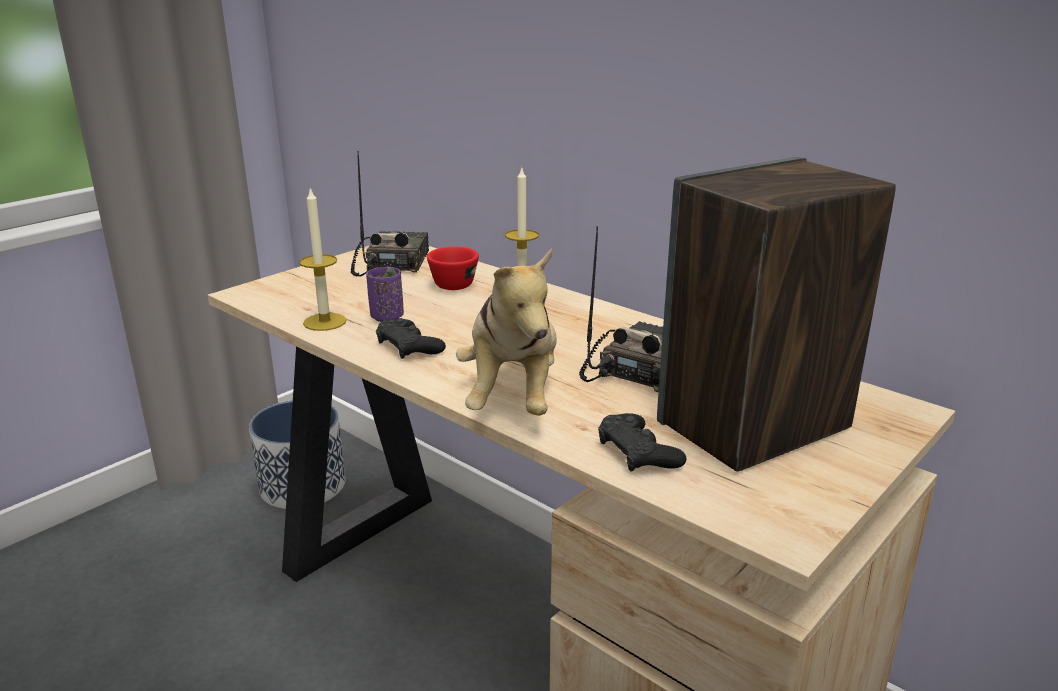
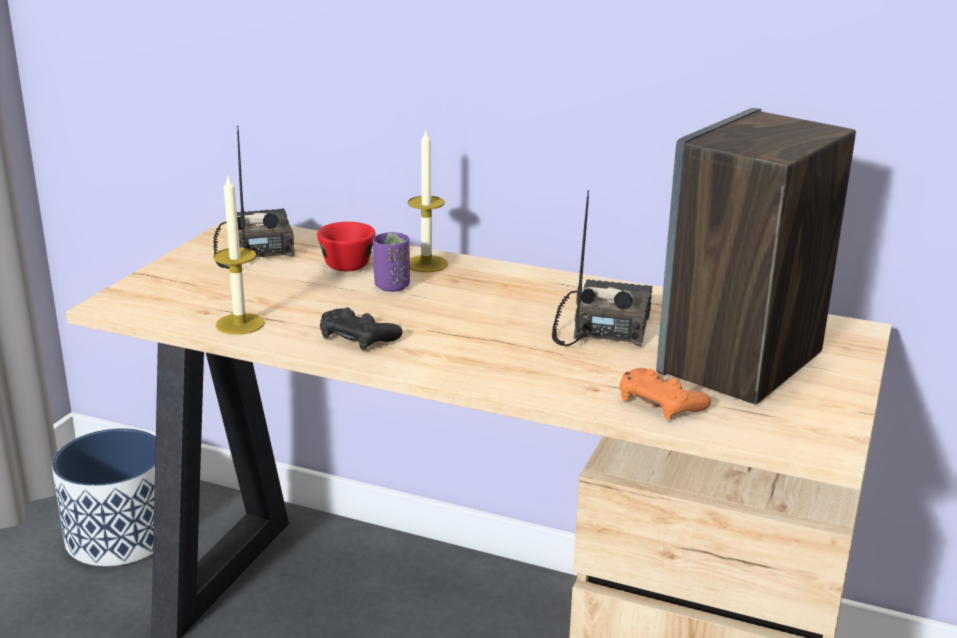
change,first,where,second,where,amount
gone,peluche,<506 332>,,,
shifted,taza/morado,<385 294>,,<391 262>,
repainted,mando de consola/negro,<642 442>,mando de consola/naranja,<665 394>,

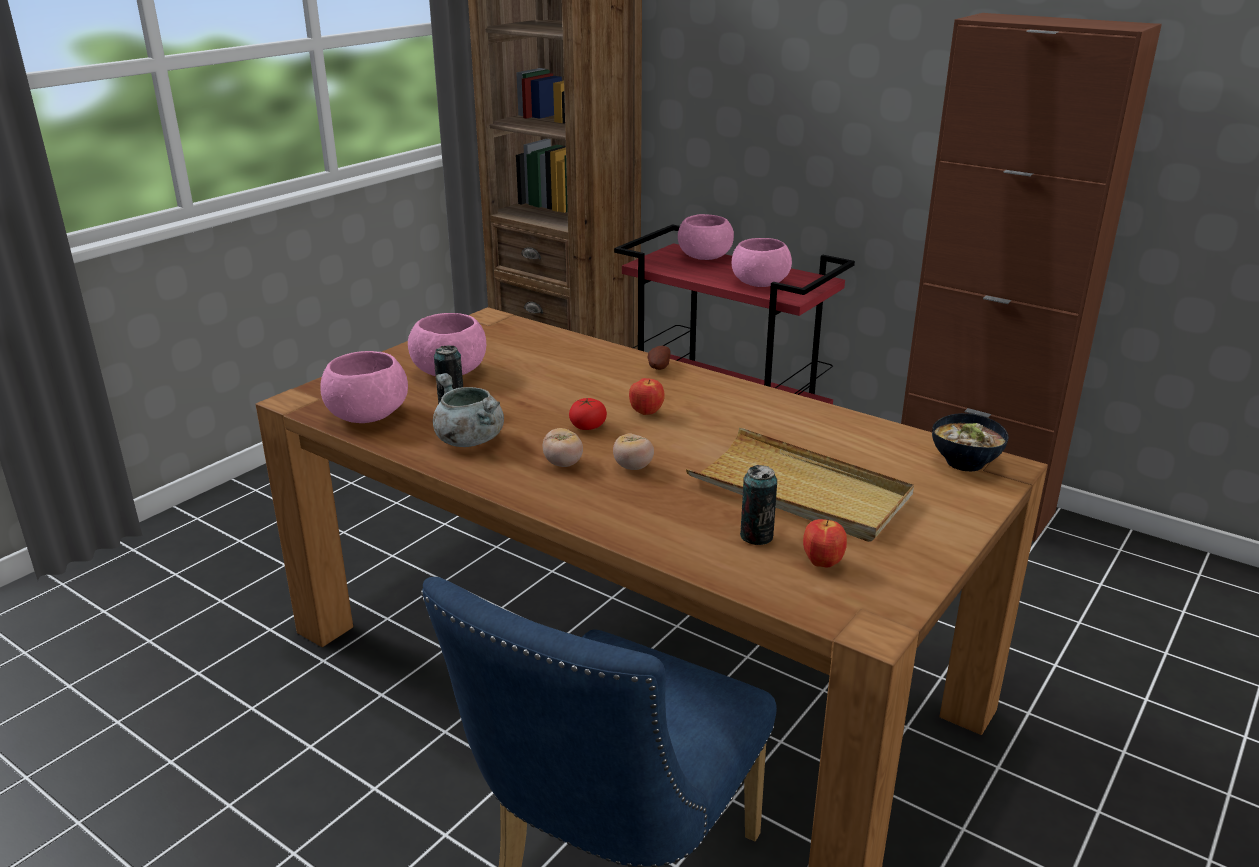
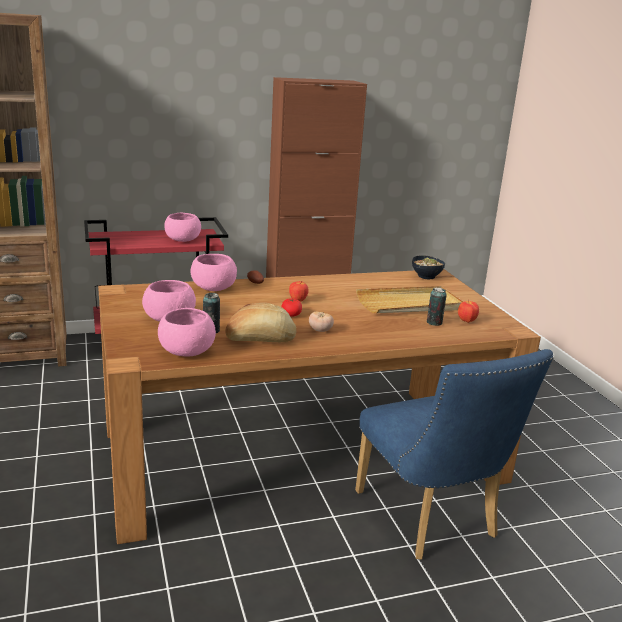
change,first,where,second,where,amount
gone,tomate,<633 451>,,,
shifted,cuenco/rosa,<706 237>,,<213 272>,
swapped,olla/gris,<468 410>,pan,<260 322>,

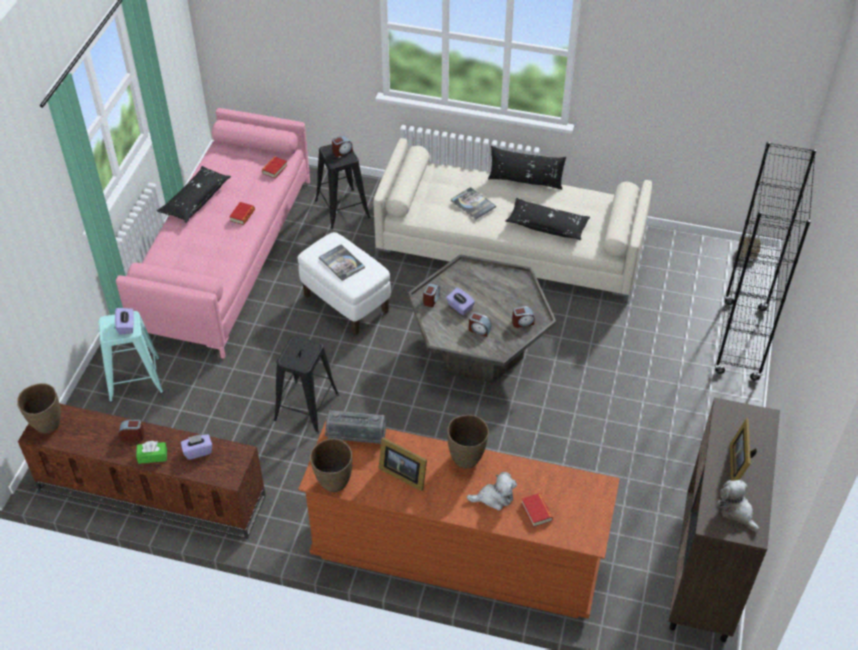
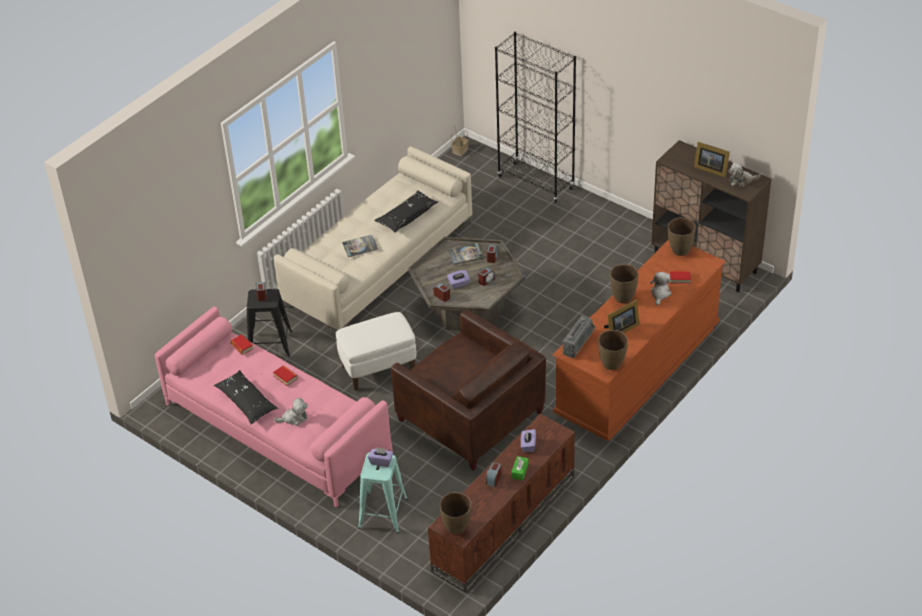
change,first,where,second,where,amount
gone,cojín/negro,<527 168>,,,
new,,,peluche,<291 412>,
new,,,florero/marrón,<682 236>,
shifted,libro,<342 262>,,<466 254>,
swapped,taburete/negro,<306 385>,sillón/marrón,<468 390>,

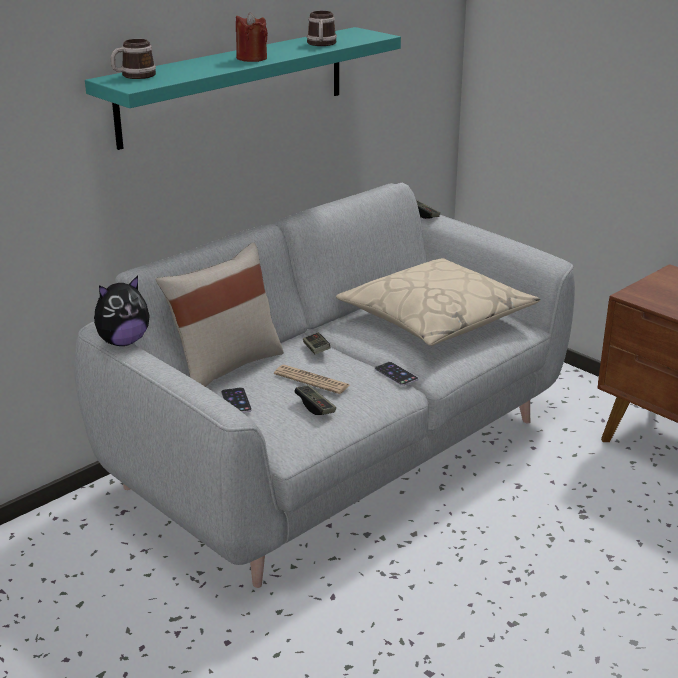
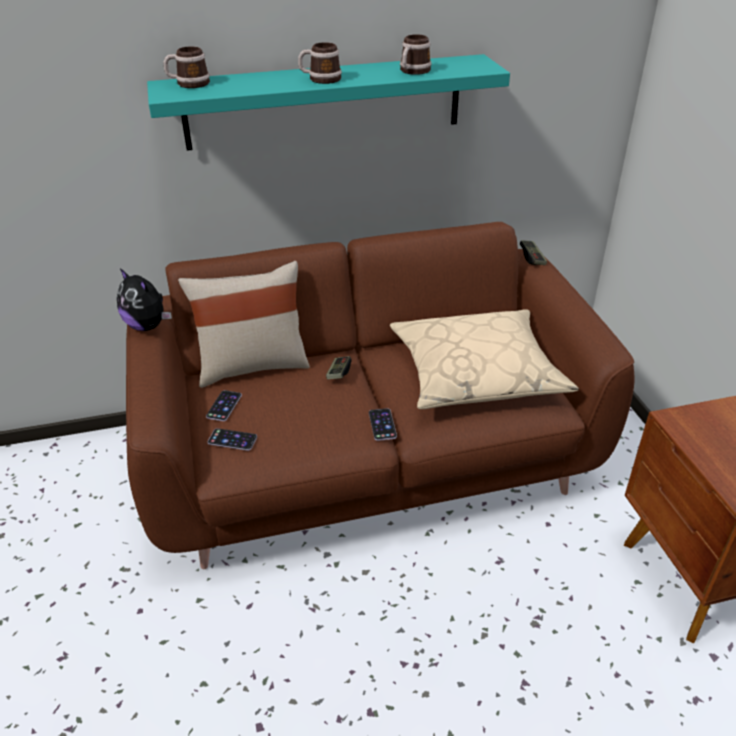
change,first,where,second,where,amount
gone,periódico,<312 379>,,,
gone,mando de consola,<315 400>,,,
new,,,móvil,<232 439>,
swapped,vela/rojo,<252 37>,taza grande,<320 63>,
repainted,sofá/gris,<324 385>,sofá/marrón,<380 395>,
rotated,peluche,<122 311>,,<144 299>,45 degrees clockwise

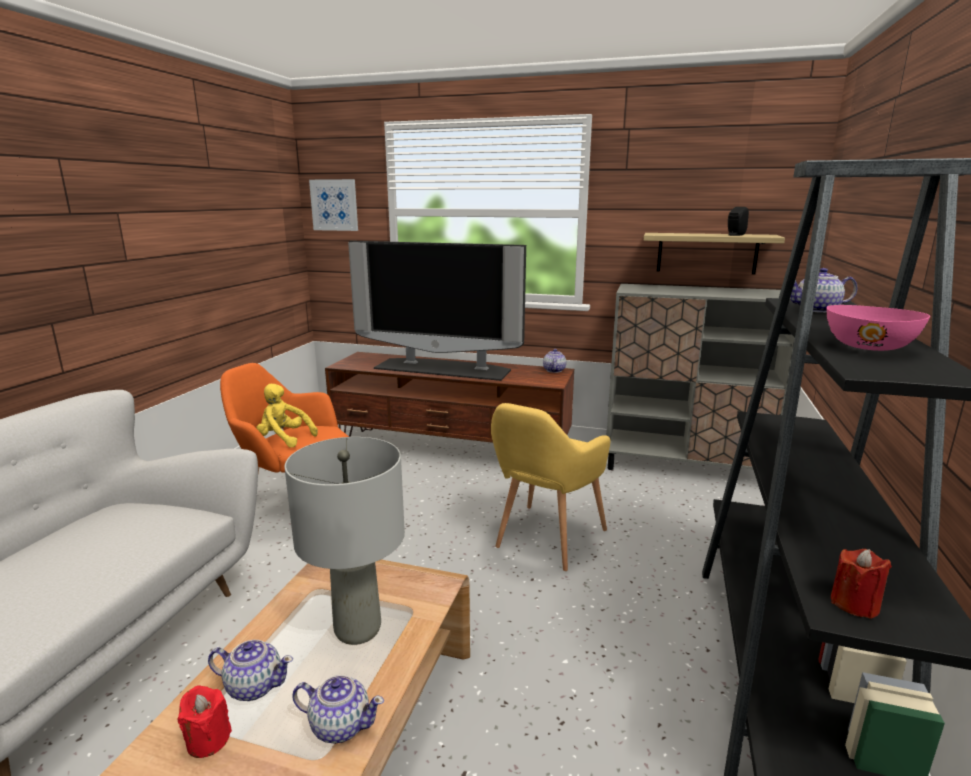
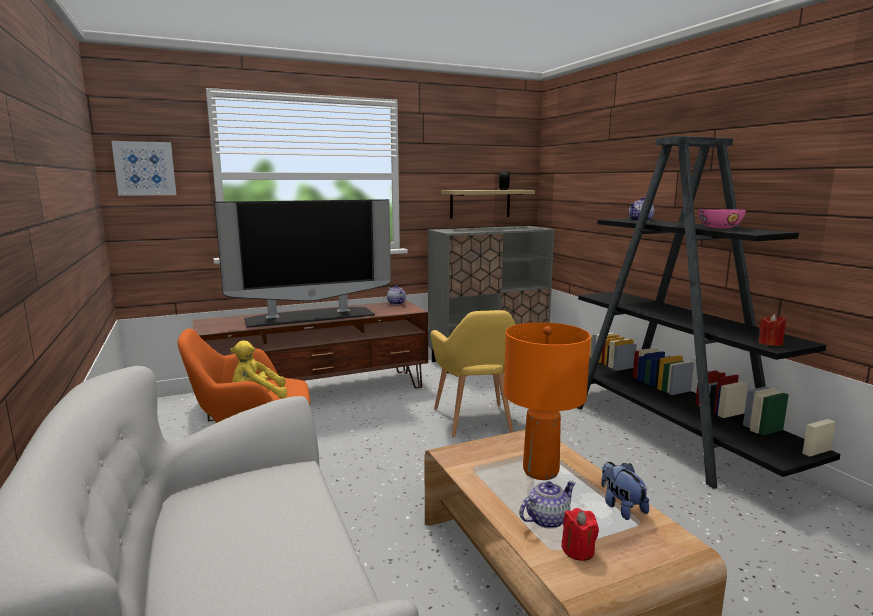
change,first,where,second,where,amount
swapped,tetera,<338 709>,peluche,<625 491>,
repainted,lámpara de mesa/gris,<344 541>,lámpara de mesa/naranja,<547 401>,

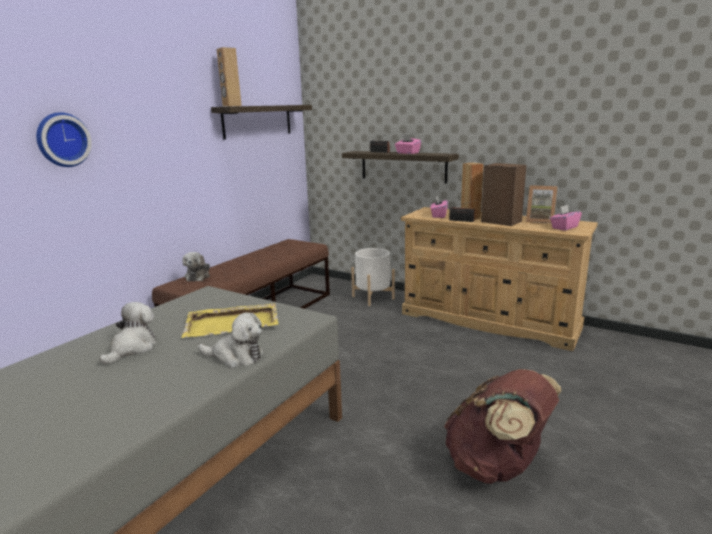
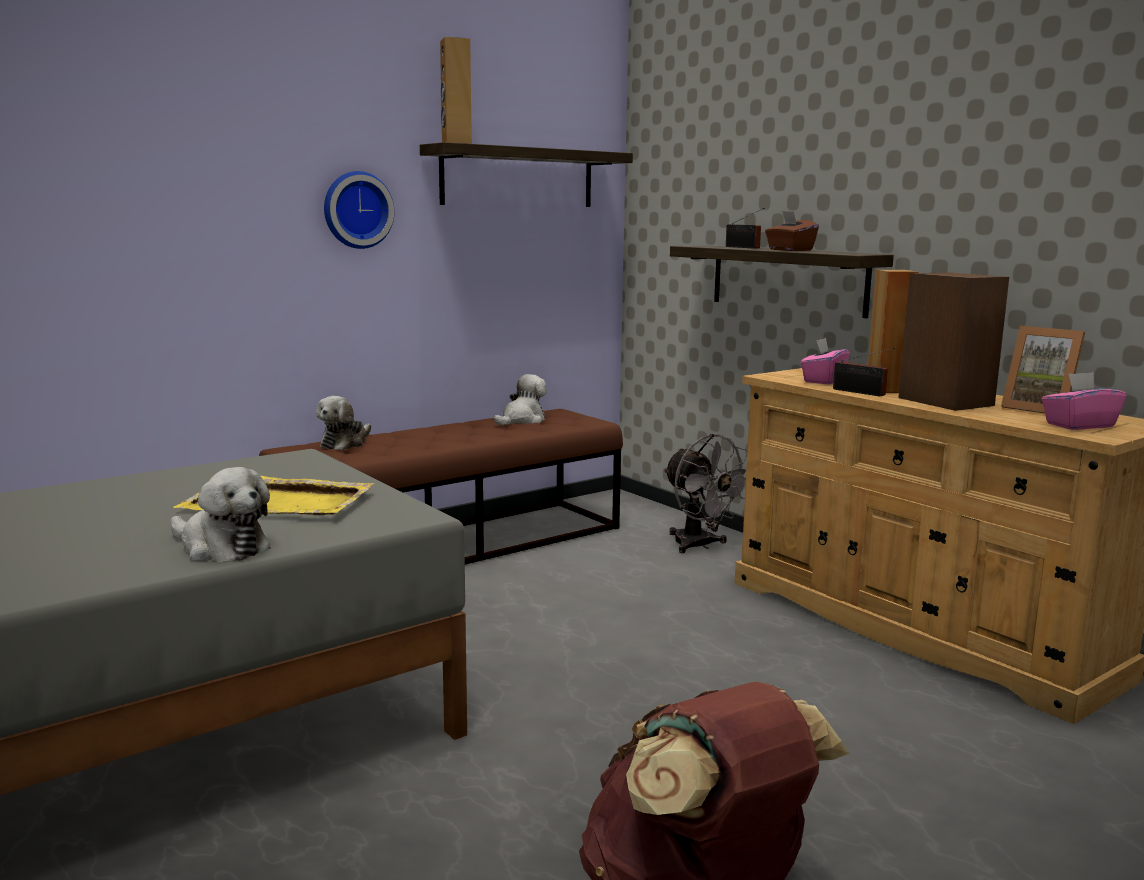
change,first,where,second,where,amount
shifted,reloj de pared,<64 139>,,<359 210>,
shifted,peluche,<127 333>,,<520 399>,
swapped,maceta/blanco,<373 277>,ventilador/gris,<706 493>,
repainted,caja de pañuelos/rosa,<408 144>,caja de pañuelos/marrón,<792 231>,

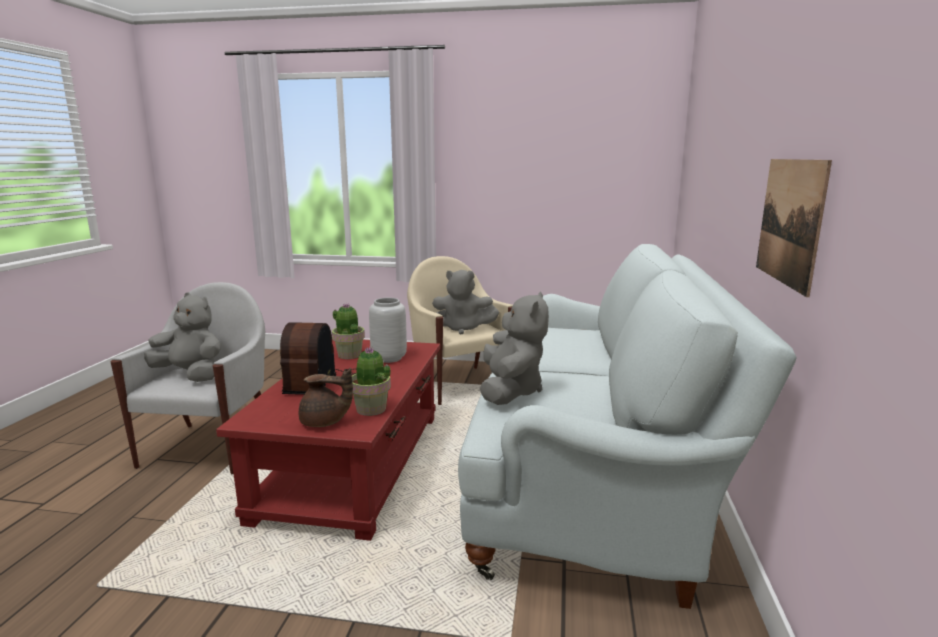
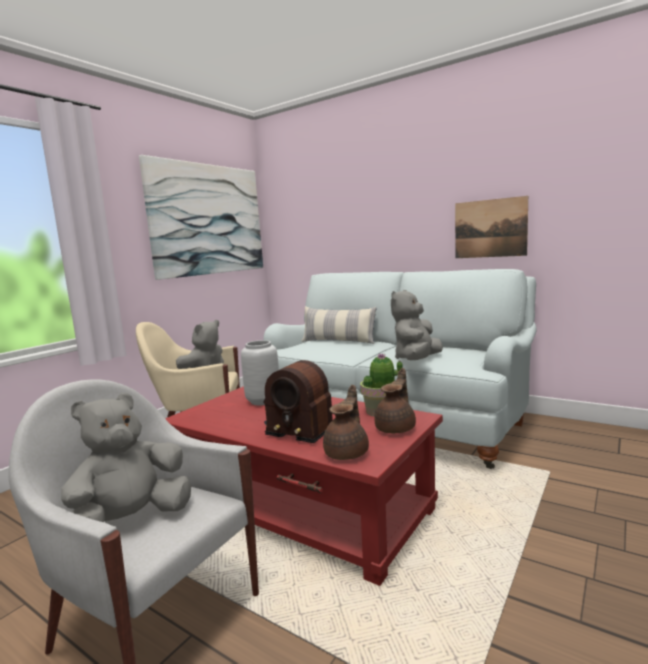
change,first,where,second,where,amount
gone,planta en maceta,<348 331>,,,
new,,,cuadro,<201 217>,
new,,,cojín,<339 325>,
new,,,tetera/marrón,<346 422>,
rotated,peluche/gris,<514 348>,,<417 325>,90 degrees counterclockwise

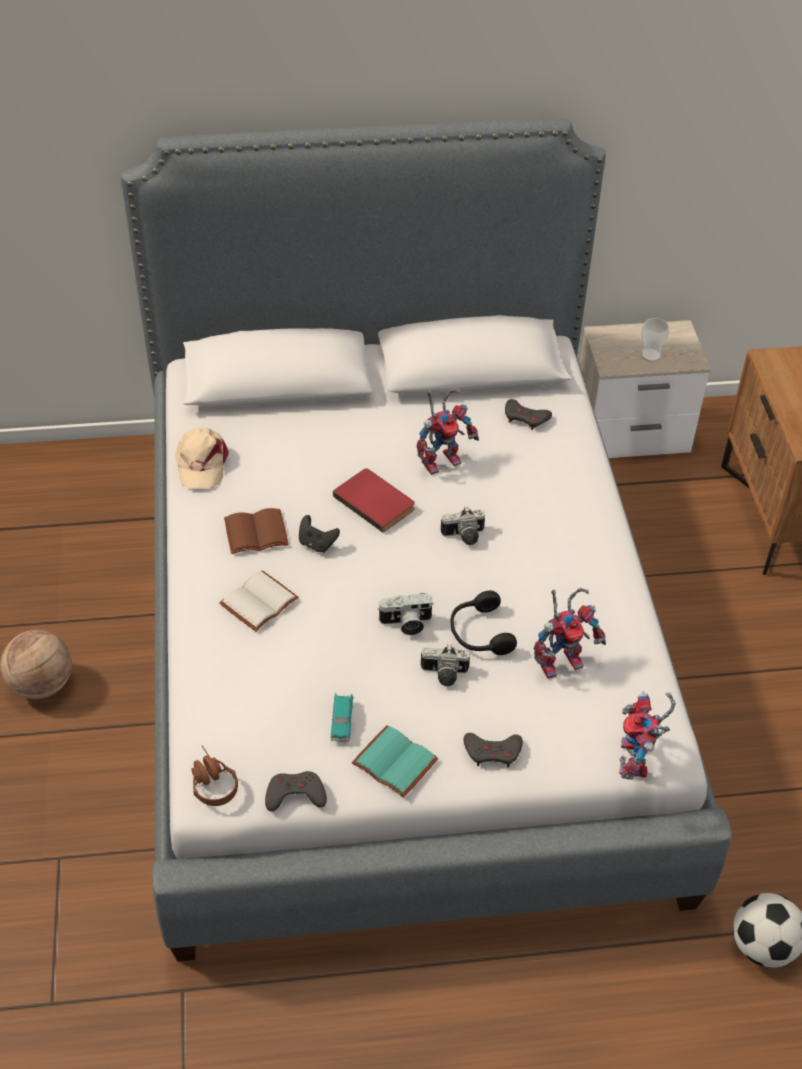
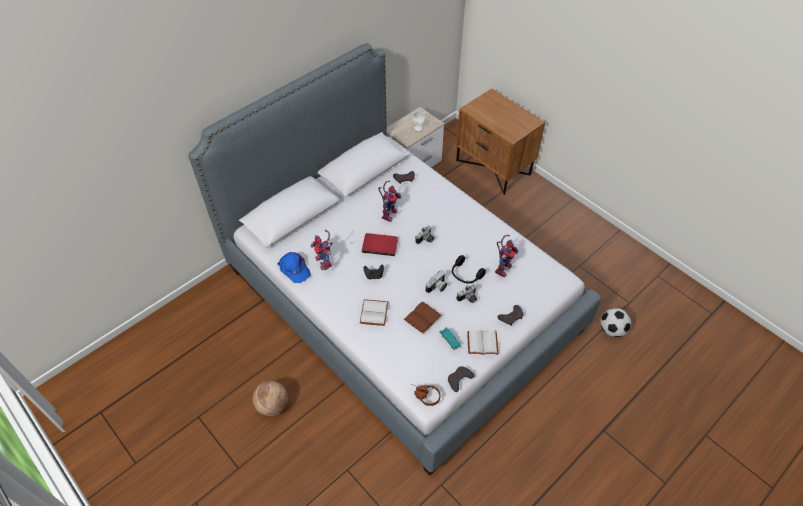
change,first,where,second,where,amount
shifted,libro/marrón,<256 531>,,<423 317>,
shifted,robot de juguete,<647 735>,,<322 250>,
repainted,gorra/beis,<202 458>,gorra/azul,<294 267>,
repainted,libro/turquesa,<395 761>,libro/blanco,<482 342>,

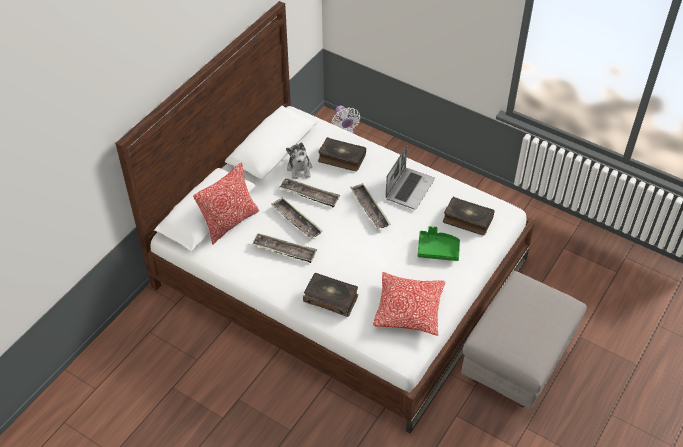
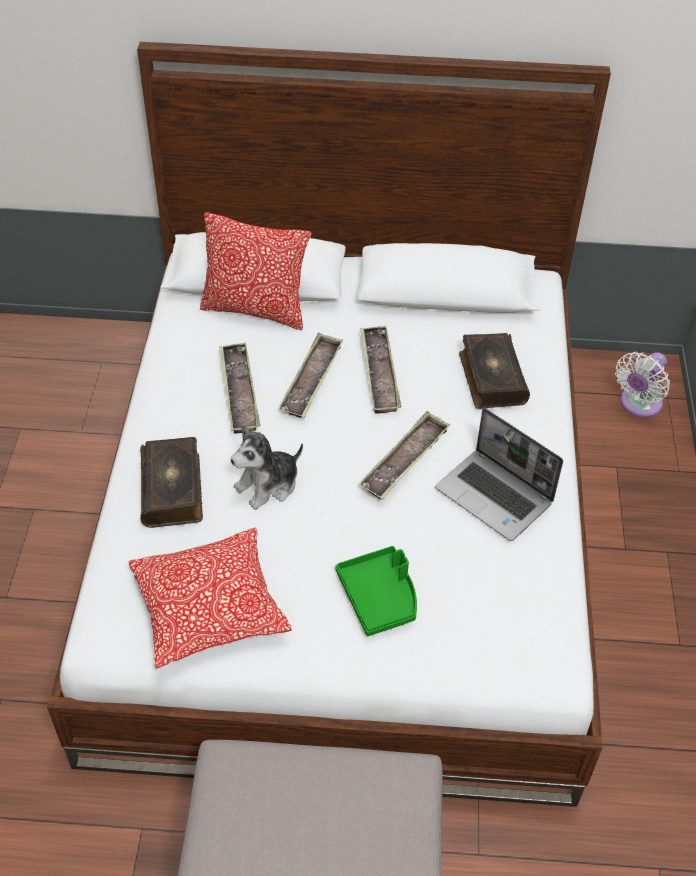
change,first,where,second,where,amount
gone,libro,<469 216>,,,
shifted,peluche,<299 161>,,<267 467>,
rotated,portátil,<410 177>,,<499 474>,45 degrees clockwise

